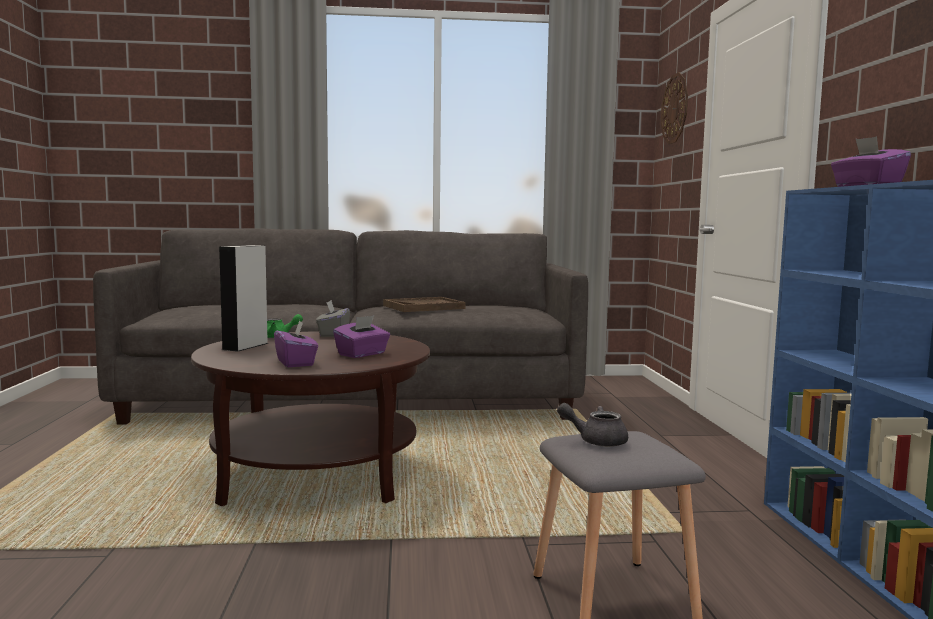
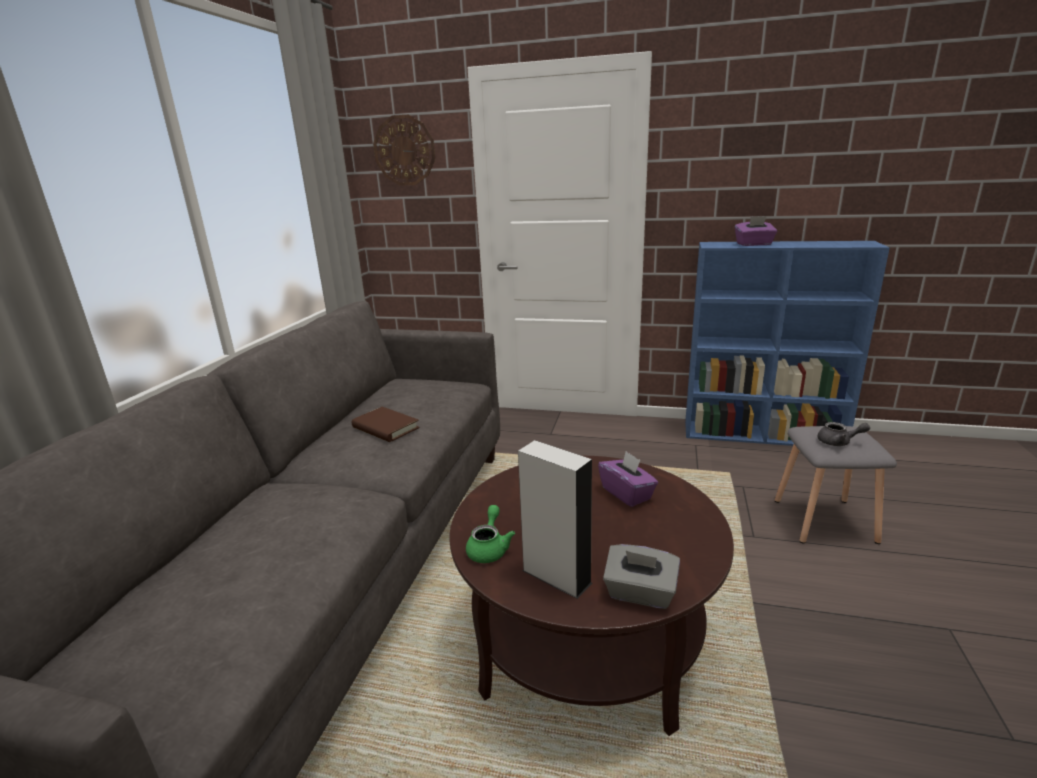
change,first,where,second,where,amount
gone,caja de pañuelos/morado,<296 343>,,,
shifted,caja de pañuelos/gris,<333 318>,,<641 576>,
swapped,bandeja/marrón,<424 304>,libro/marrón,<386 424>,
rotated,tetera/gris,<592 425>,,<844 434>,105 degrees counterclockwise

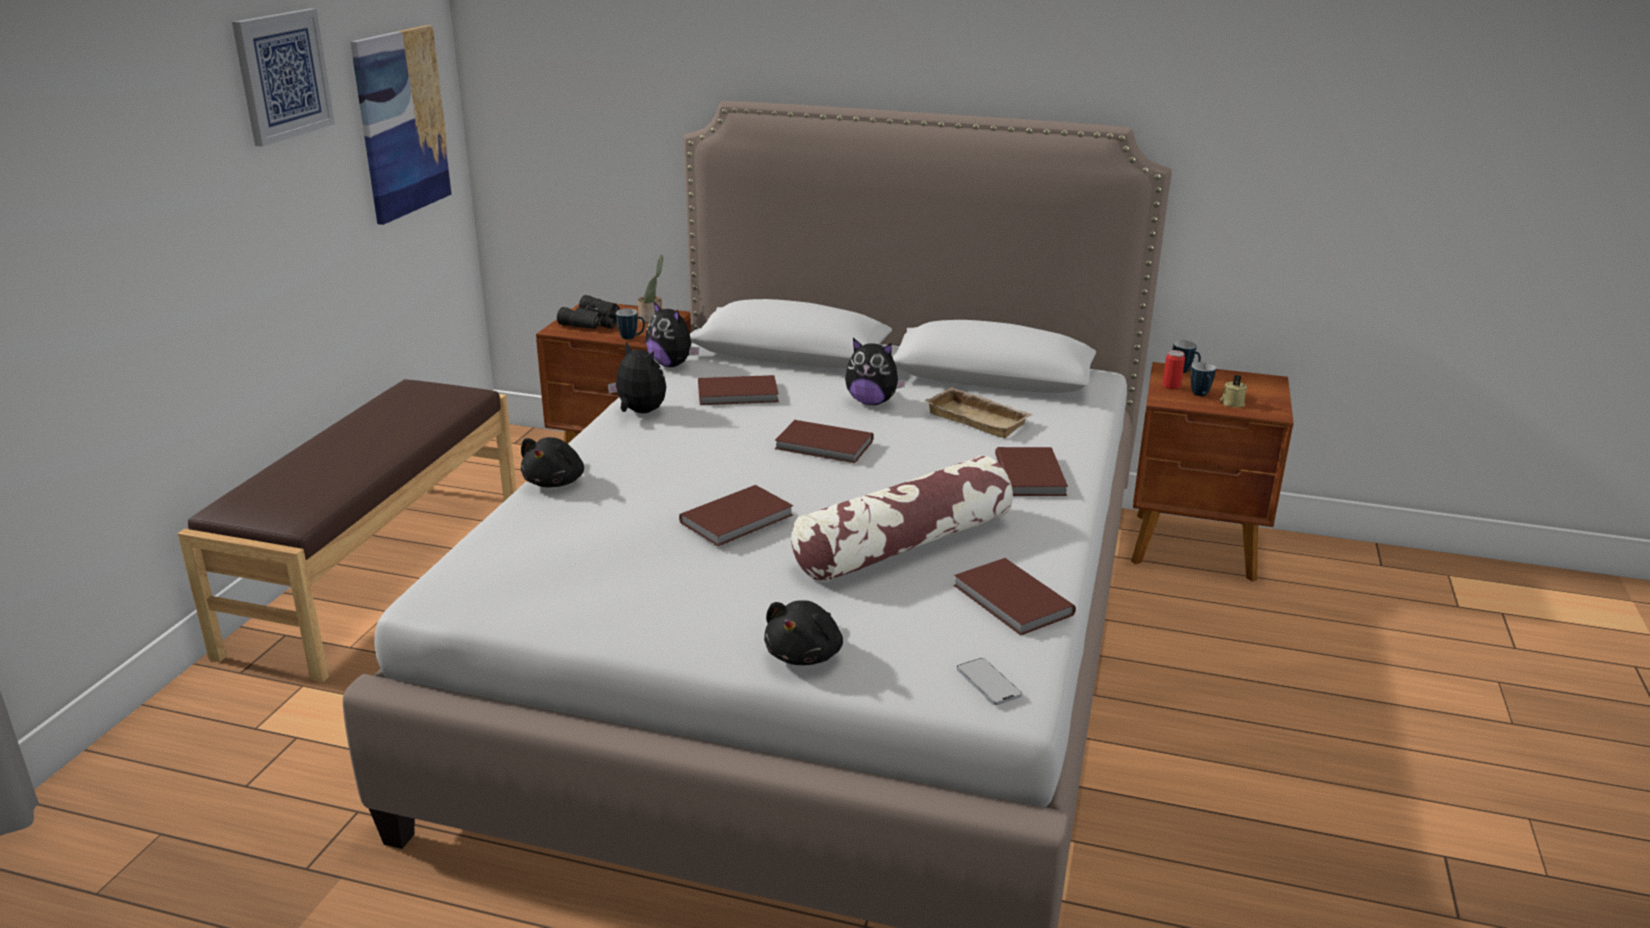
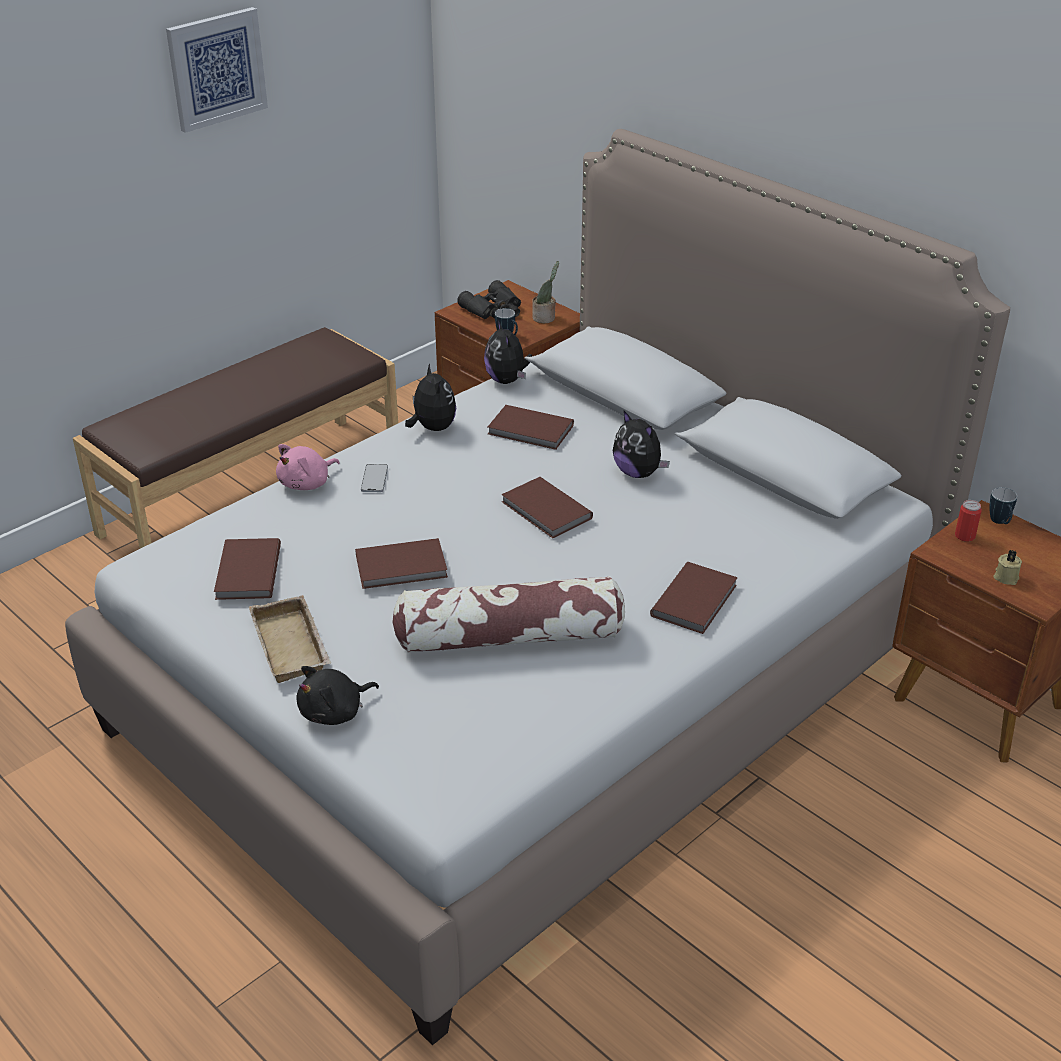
change,first,where,second,where,amount
gone,cuadro,<401 125>,,,
gone,taza grande,<1203 379>,,,
shifted,bandeja/beis,<978 412>,,<290 639>,
shifted,libro/marrón,<1014 597>,,<247 569>,
shifted,móvil,<989 681>,,<374 478>,
repainted,peluche/negro,<552 462>,peluche/rosa,<308 467>,

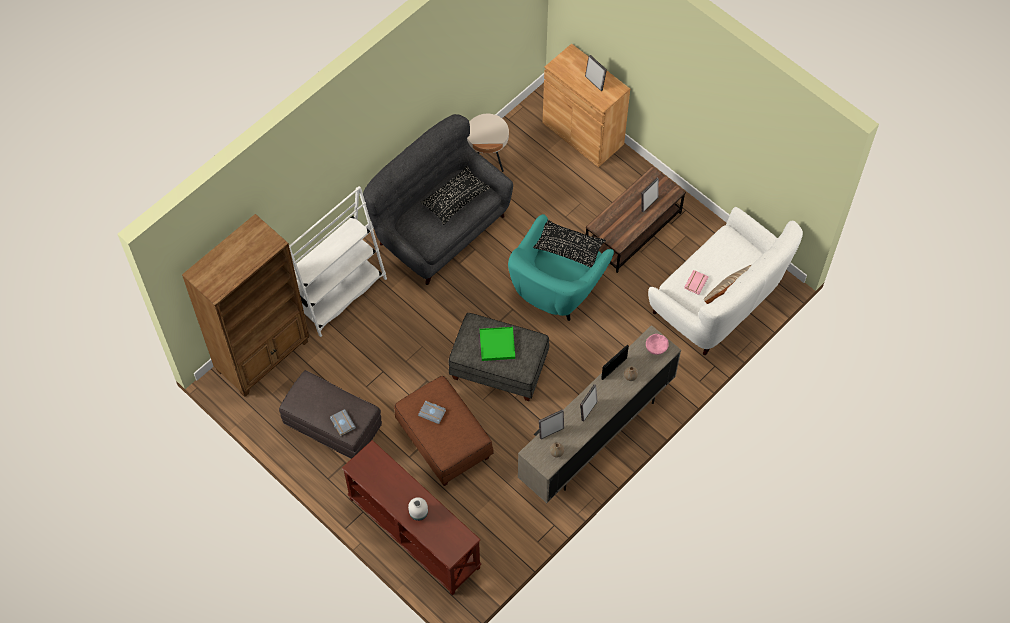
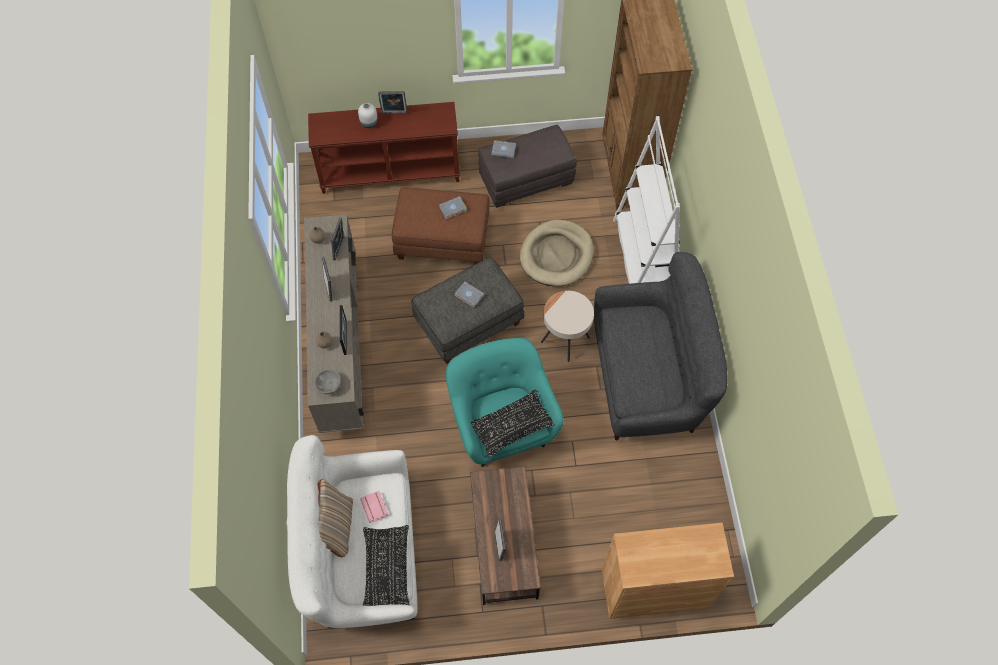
change,first,where,second,where,amount
new,,,cama para perro/beis,<557 252>,
shifted,cojín/negro,<455 195>,,<386 565>,
shifted,mesa auxiliar/beis,<488 143>,,<567 326>,
shifted,portarretratos,<596 73>,,<392 102>,
swapped,bandeja/verde,<497 344>,libro/gris,<469 294>,
repainted,cuenco/rosa,<657 344>,cuenco/gris,<328 381>,

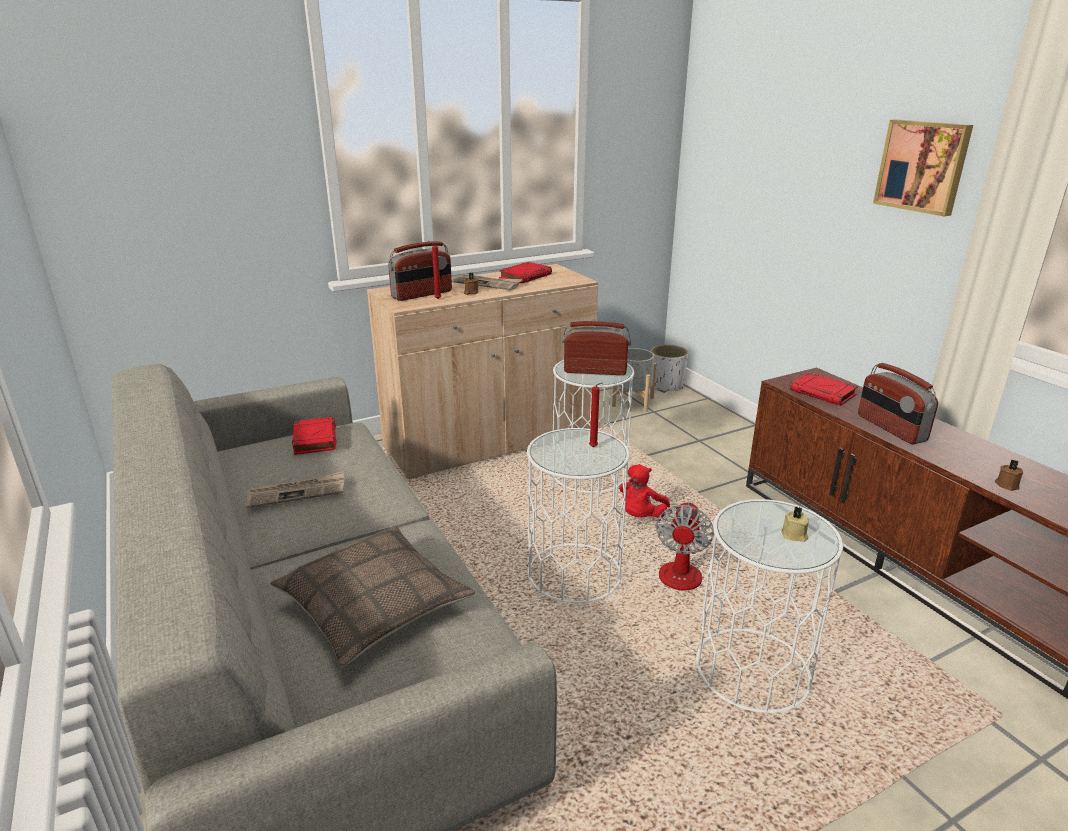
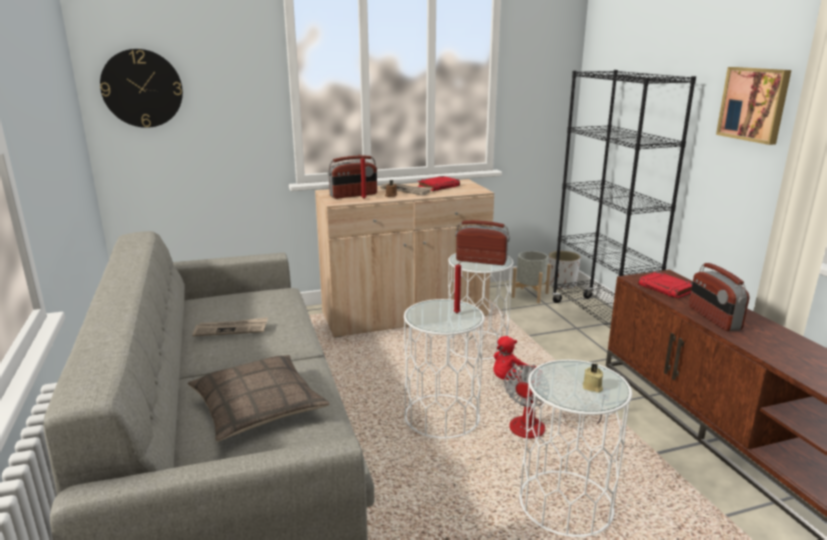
change,first,where,second,where,amount
gone,libro/rojo,<314 436>,,,
gone,vela/marrón,<1009 475>,,,
new,,,reloj de pared,<141 88>,
new,,,estantería/negro,<624 199>,

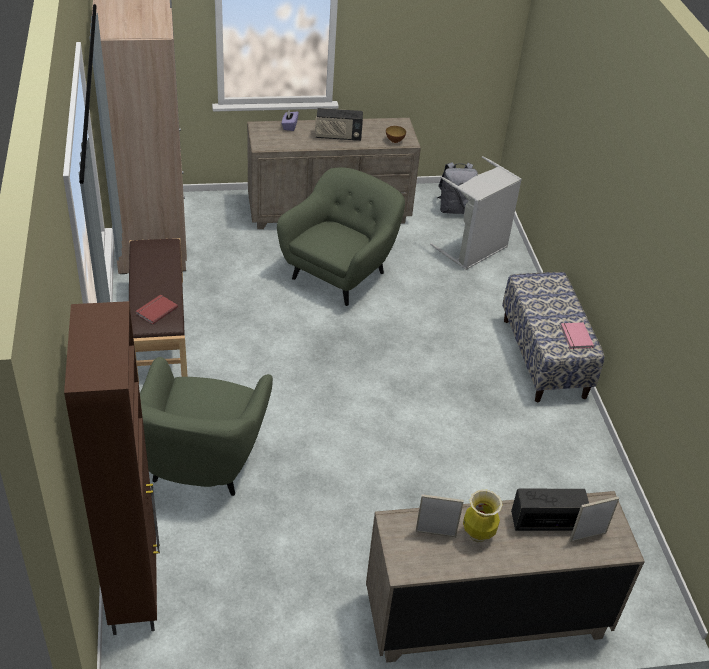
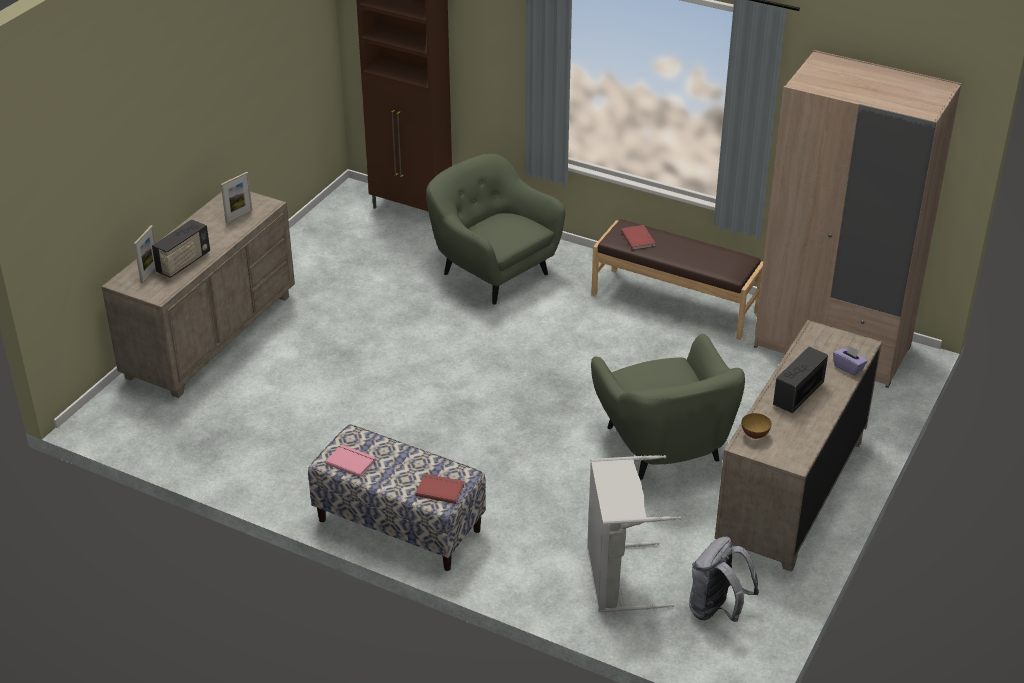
change,first,where,second,where,amount
gone,florero,<483 516>,,,
new,,,libro/rojo,<440 489>,

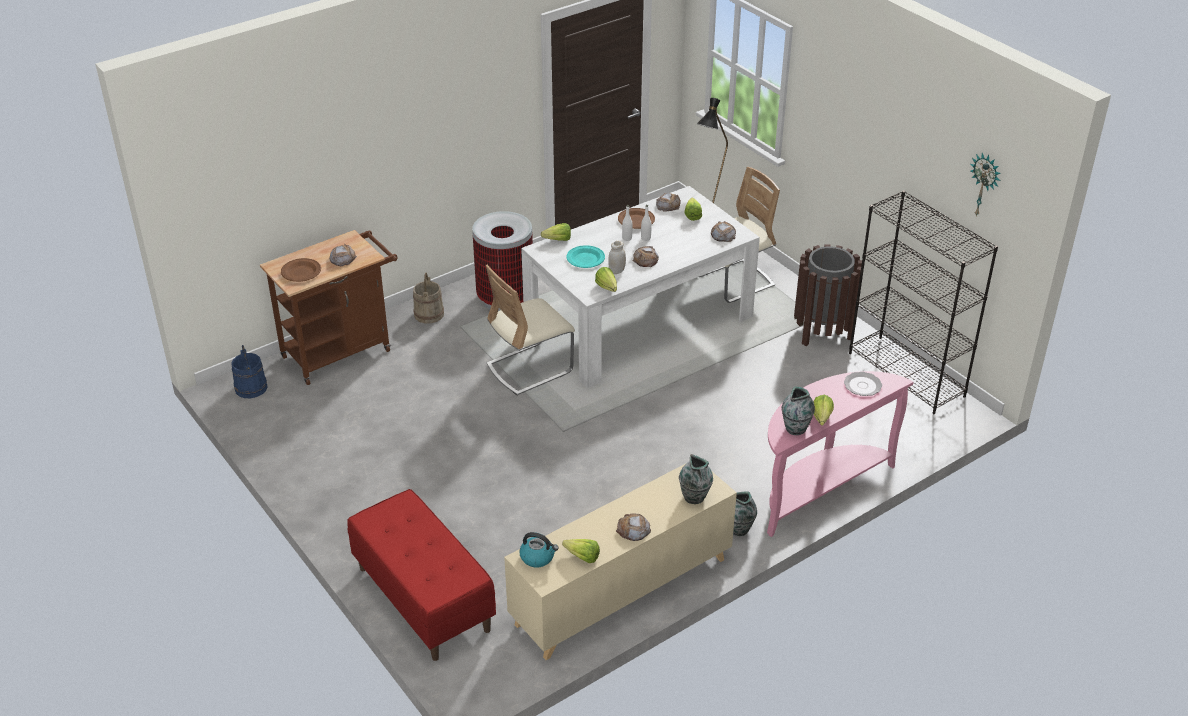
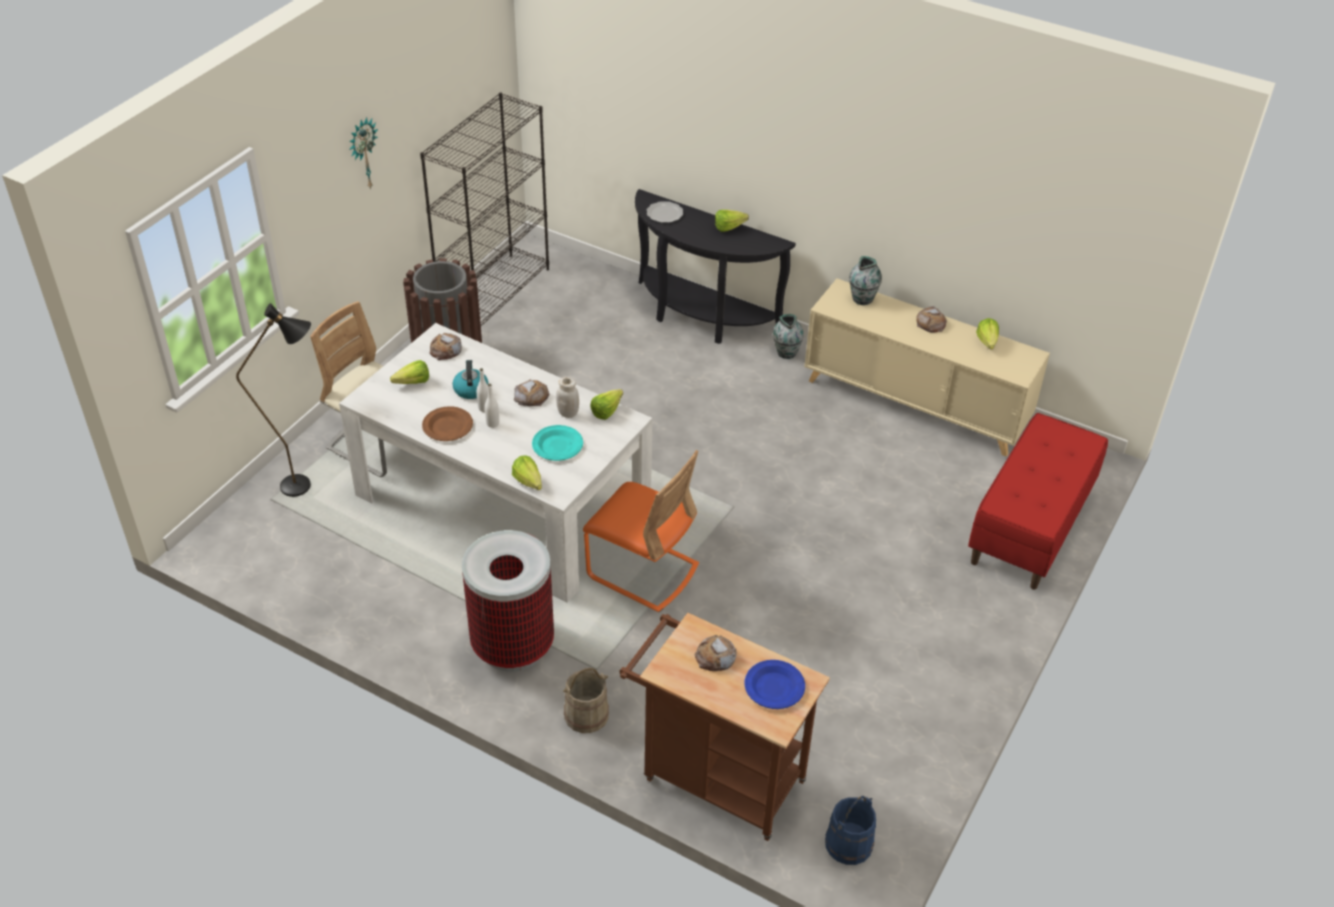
change,first,where,second,where,amount
gone,pan,<668 202>,,,
gone,florero,<798 410>,,,
shifted,hervidor,<539 550>,,<470 379>,
shifted,reloj de pared,<985 184>,,<363 153>,
repainted,plato/marrón,<301 270>,plato/azul,<774 684>,
repainted,silla/beis,<530 330>,silla/naranja,<641 531>,
repainted,mesa consola/rosa,<840 454>,mesa consola/negro,<715 266>,

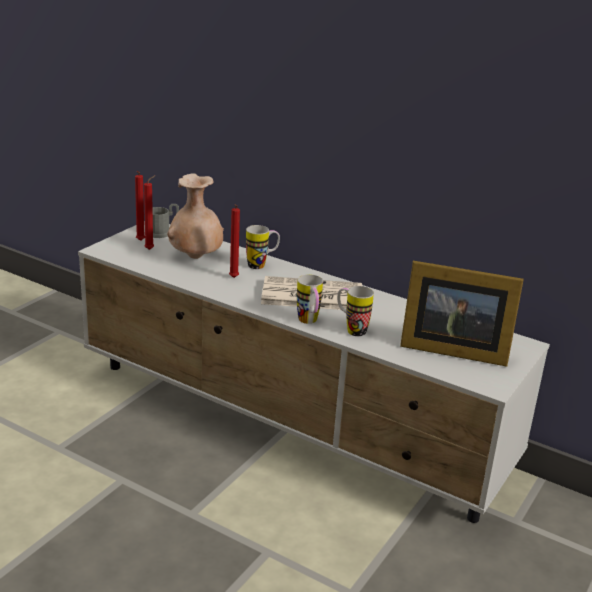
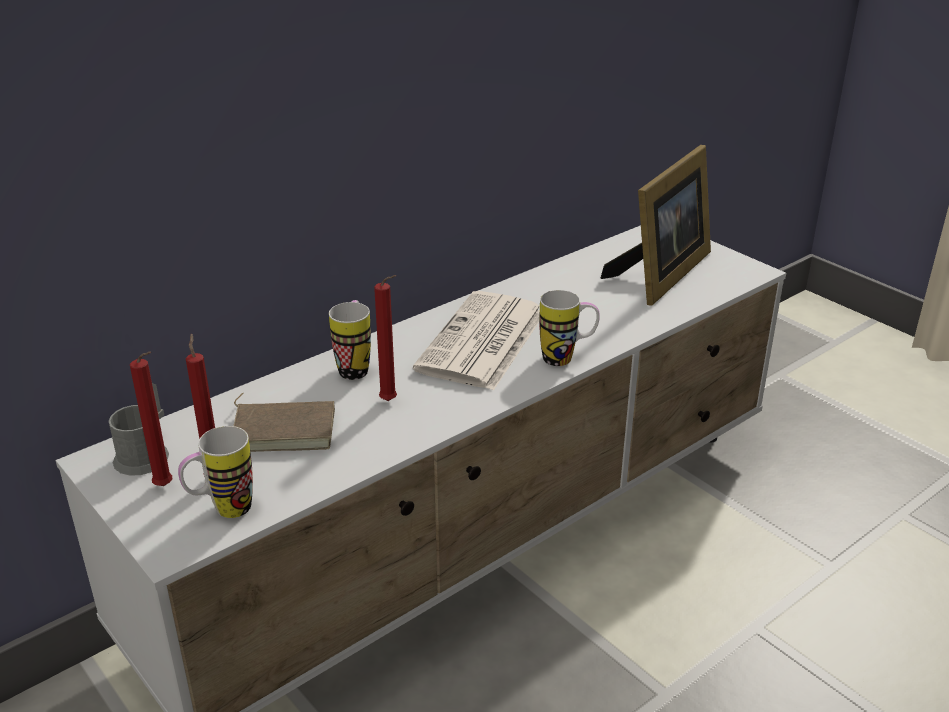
change,first,where,second,where,amount
shifted,taza grande,<355 311>,,<215 472>,
swapped,florero/beis,<195 216>,libro/marrón,<284 422>,

